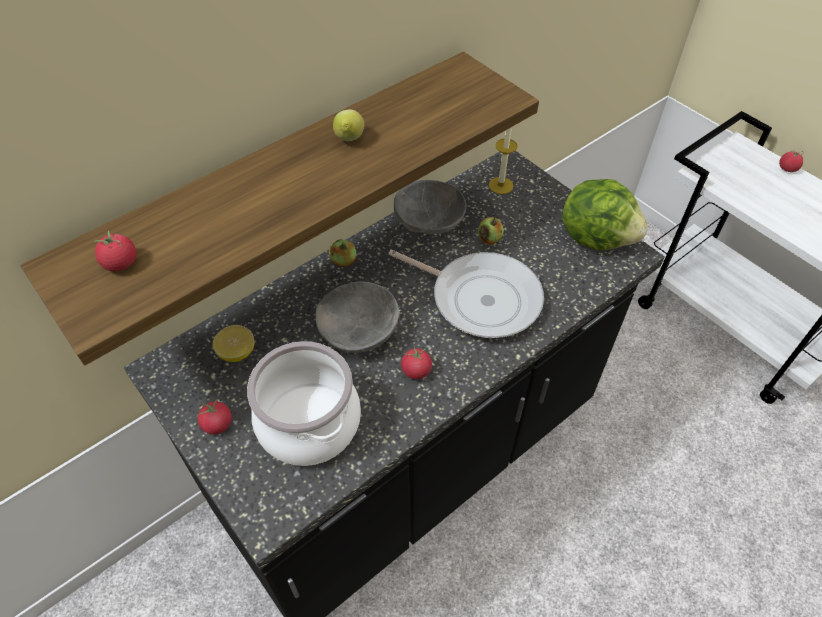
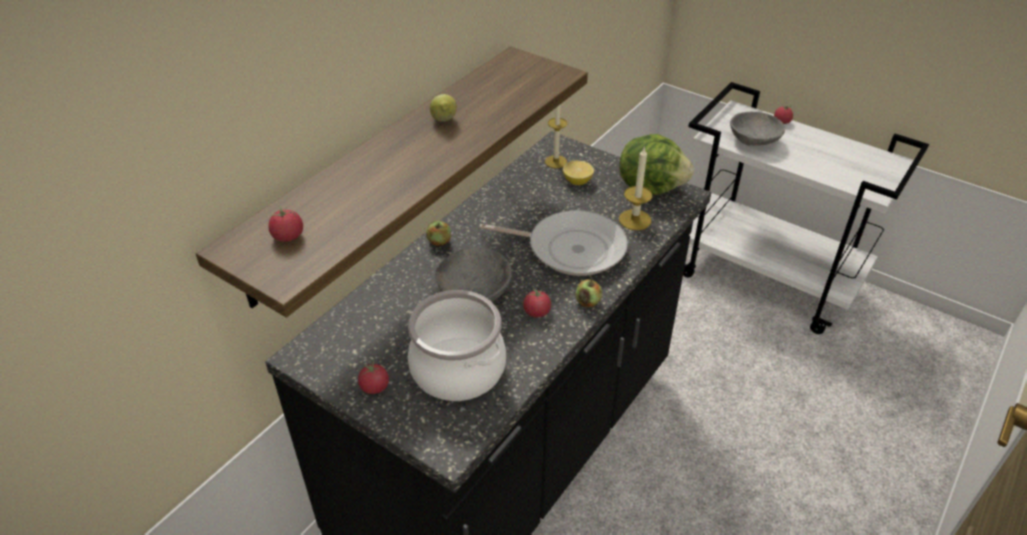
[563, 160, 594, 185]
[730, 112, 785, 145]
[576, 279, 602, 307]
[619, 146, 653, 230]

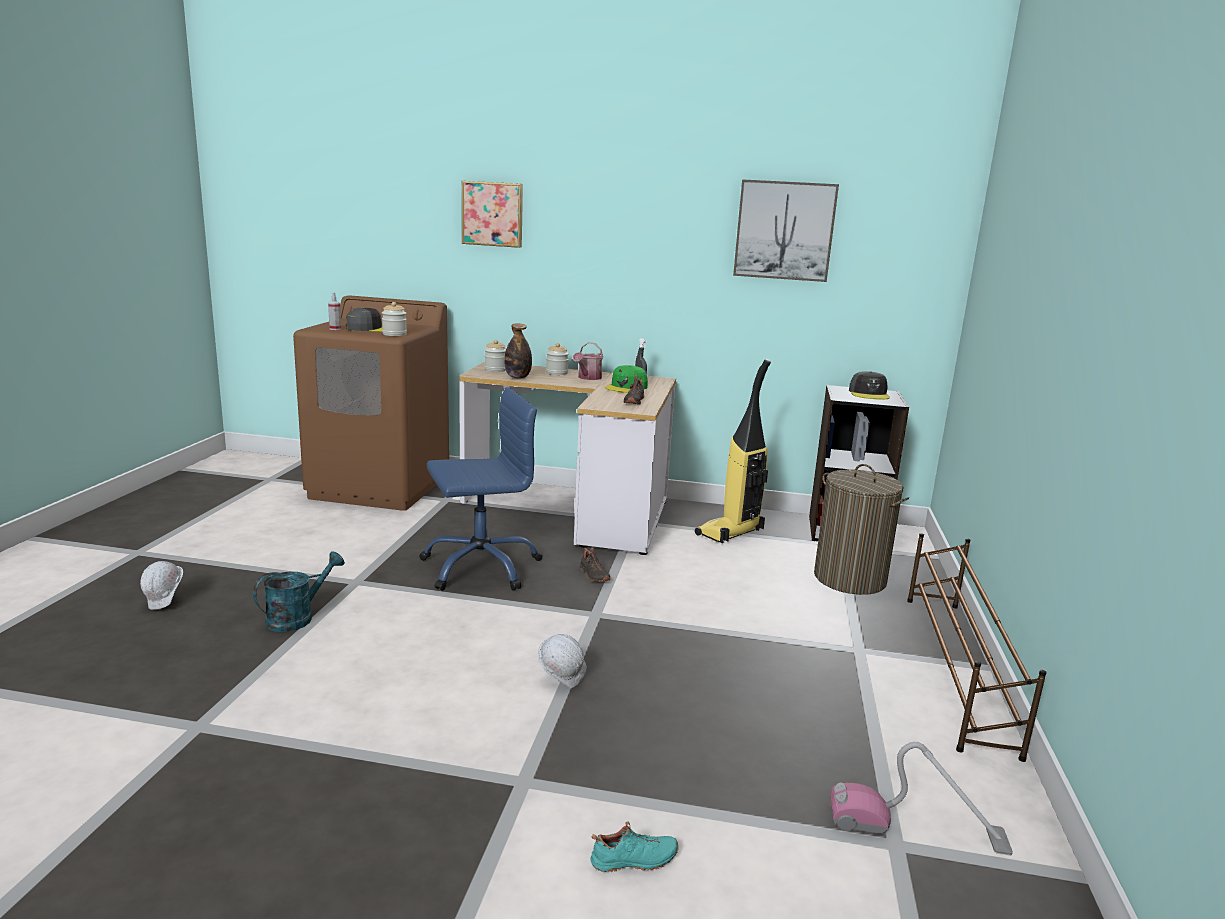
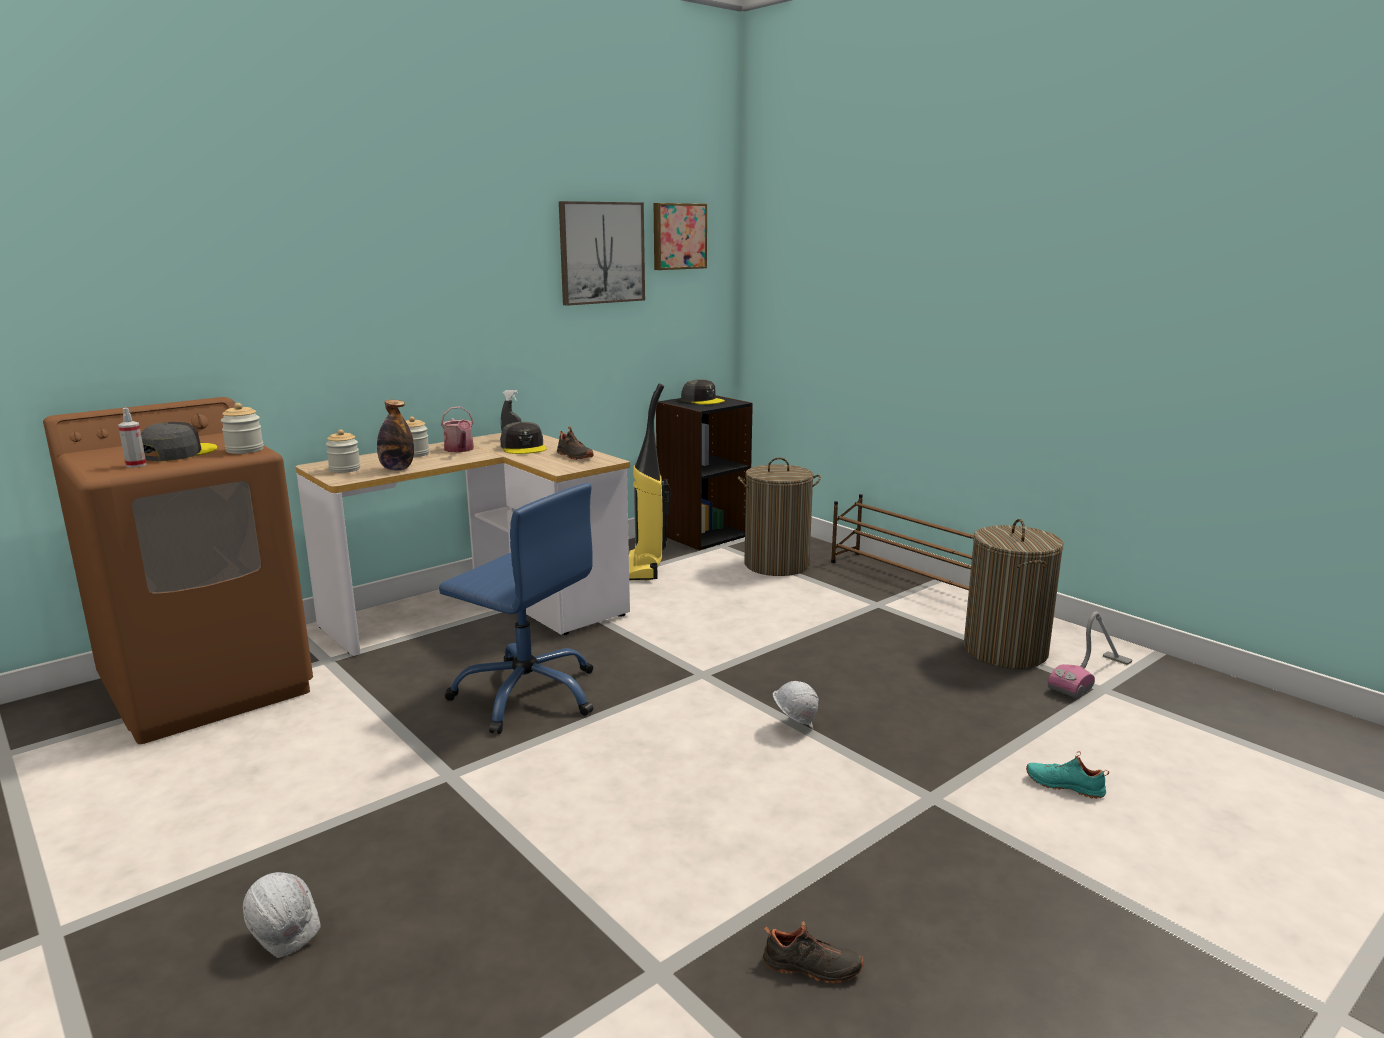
[253, 551, 345, 632] (first image)
[439, 483, 593, 734]
[654, 203, 707, 270]
[763, 921, 864, 983]
[1026, 751, 1109, 799]
[500, 422, 547, 454]
[964, 519, 1064, 669]

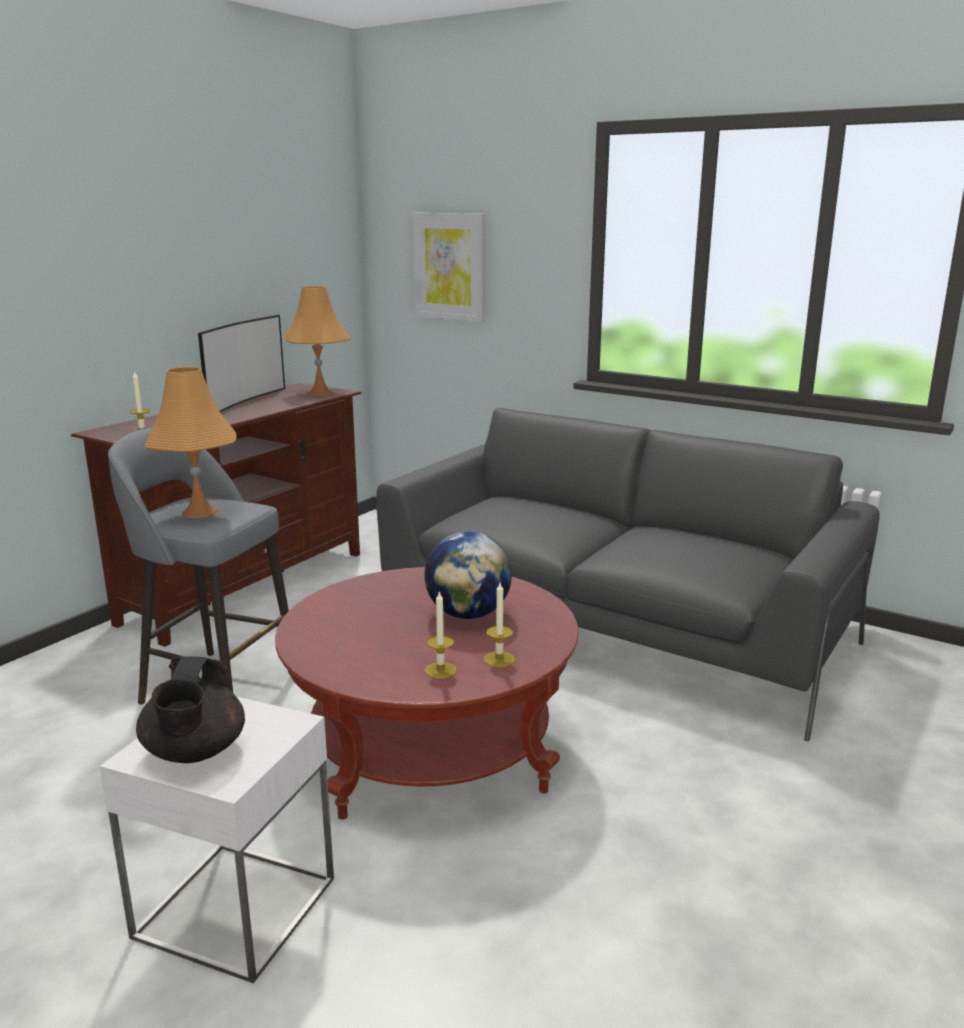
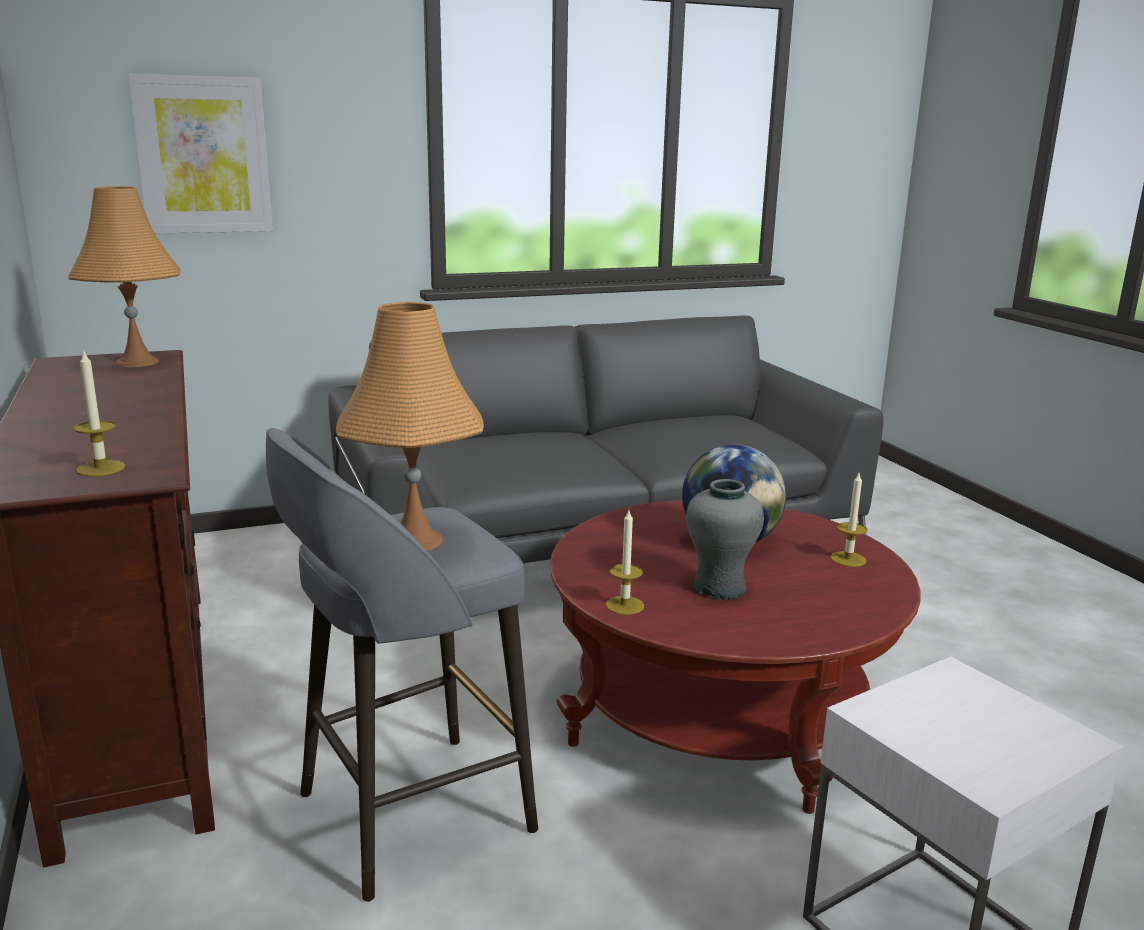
[136, 656, 245, 763] (first image)
[198, 315, 285, 412] (first image)
[606, 510, 644, 615]
[686, 479, 764, 600]

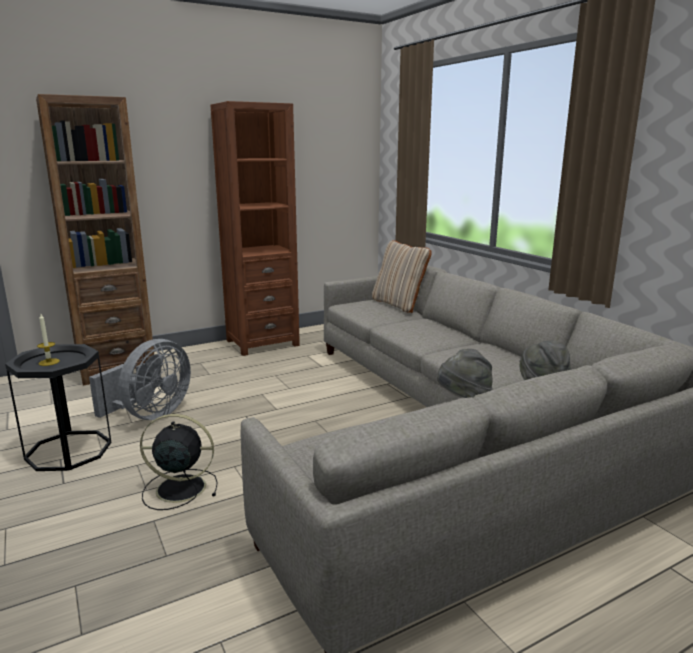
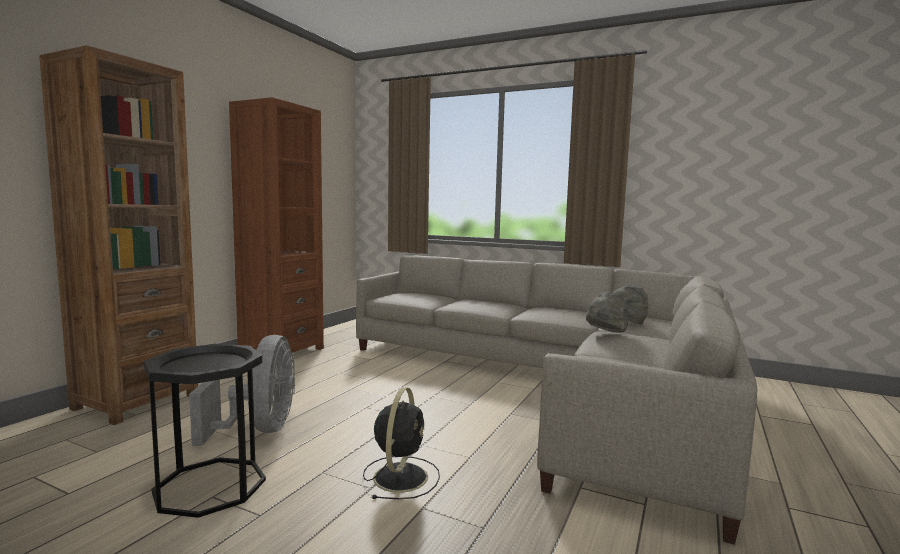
[37, 314, 60, 366] (first image)
[363, 387, 440, 499]
[372, 240, 432, 313] (first image)

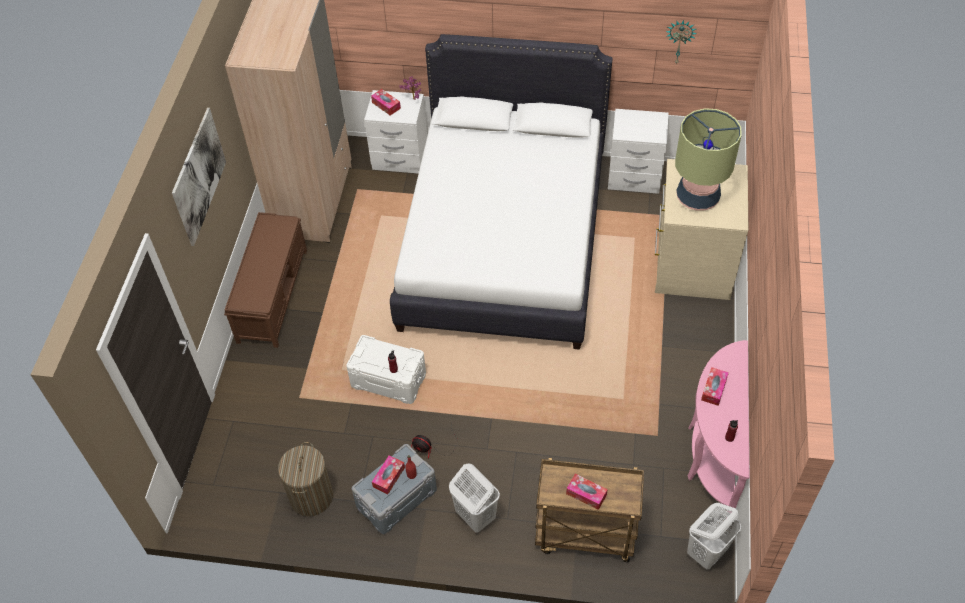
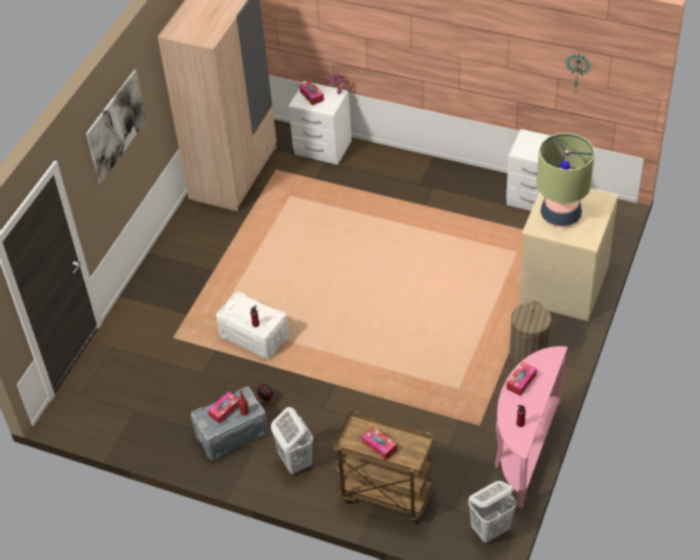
[224, 212, 307, 348] (first image)
[509, 301, 551, 365]
[390, 34, 613, 350] (first image)

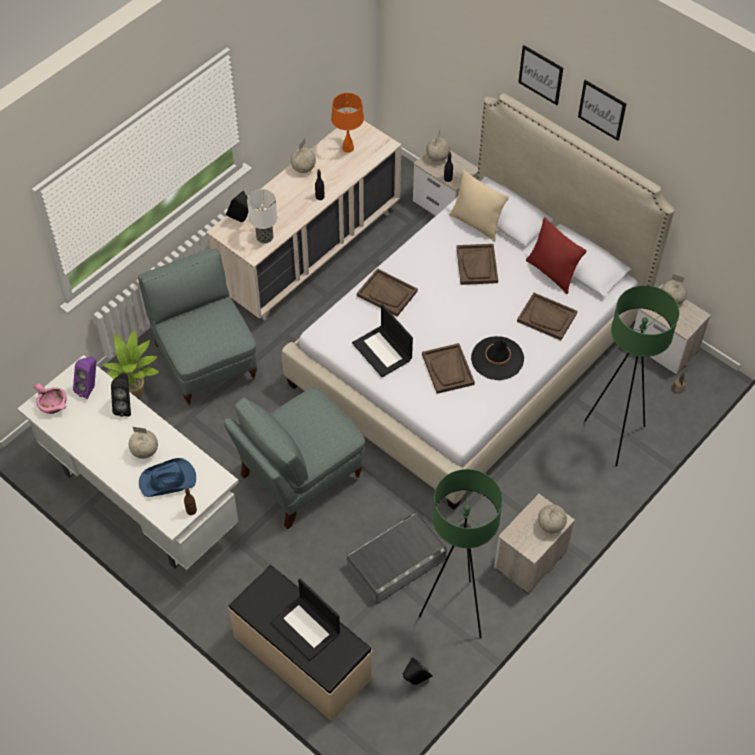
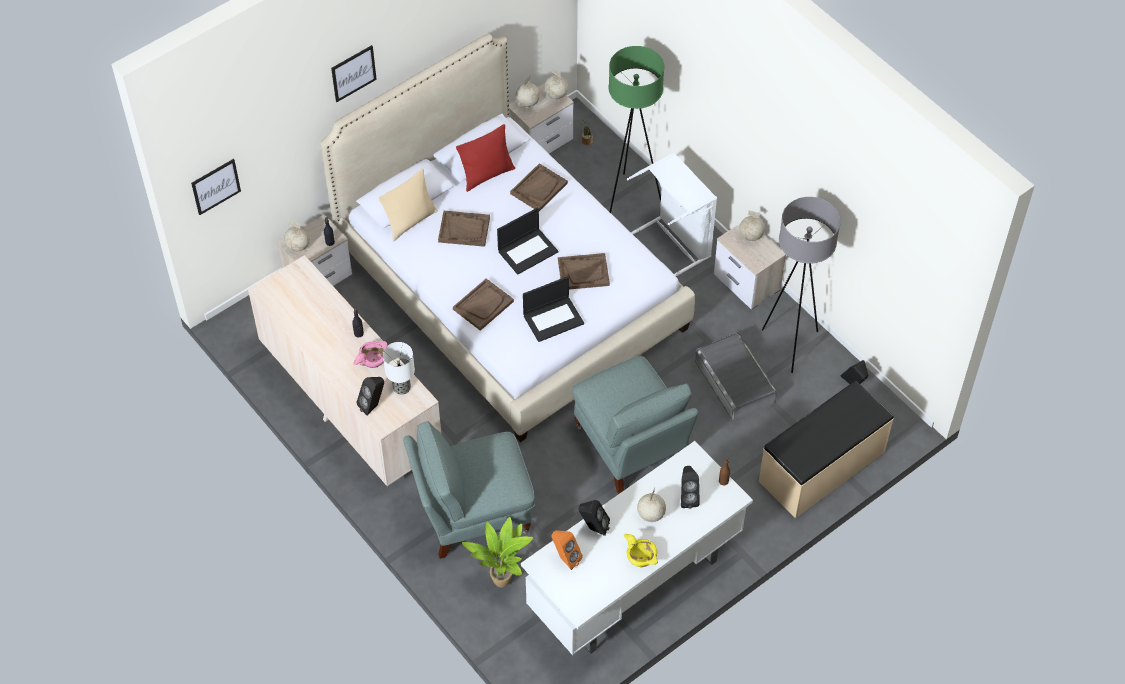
[353, 341, 387, 368]
[551, 530, 583, 570]
[681, 466, 700, 509]
[497, 207, 558, 275]
[544, 67, 568, 99]
[331, 93, 364, 153] (first image)
[762, 197, 841, 373]
[471, 336, 524, 380] (first image)
[191, 159, 241, 215]
[624, 534, 658, 567]
[627, 152, 717, 276]

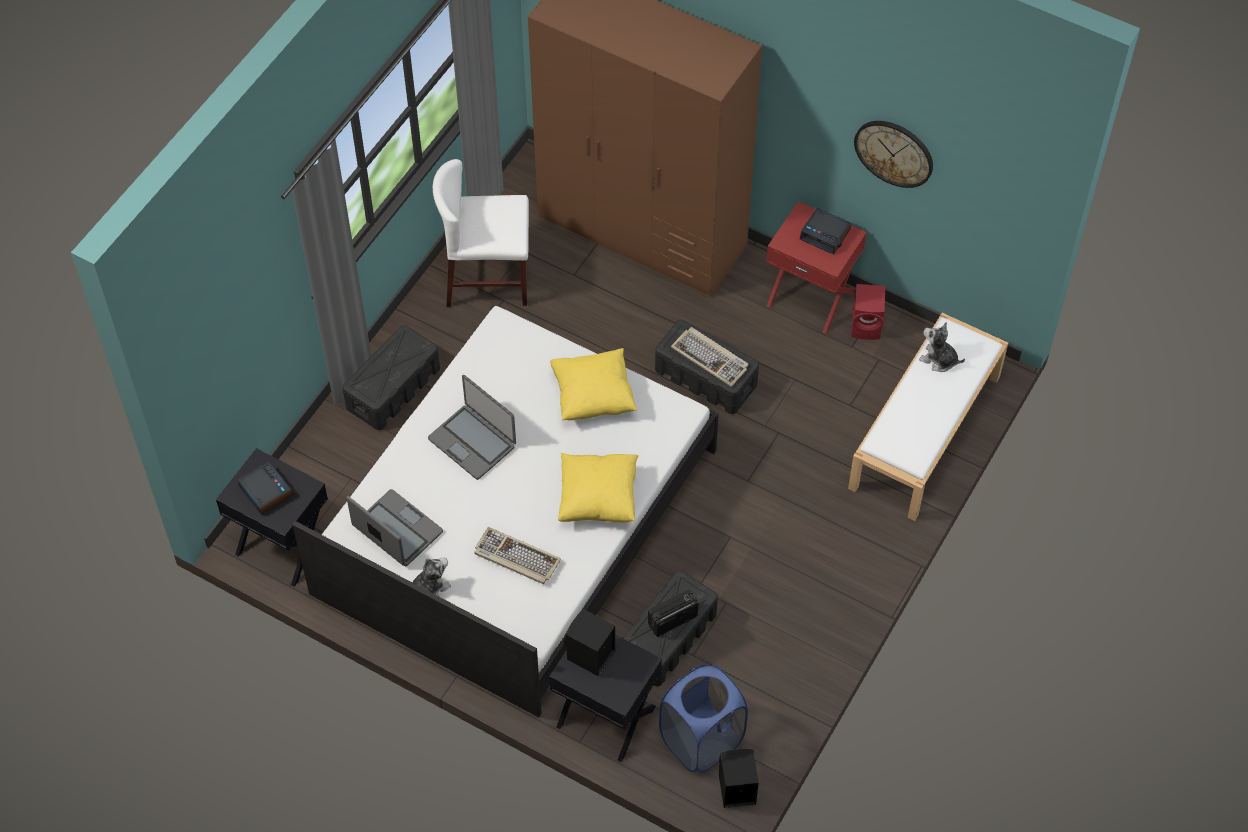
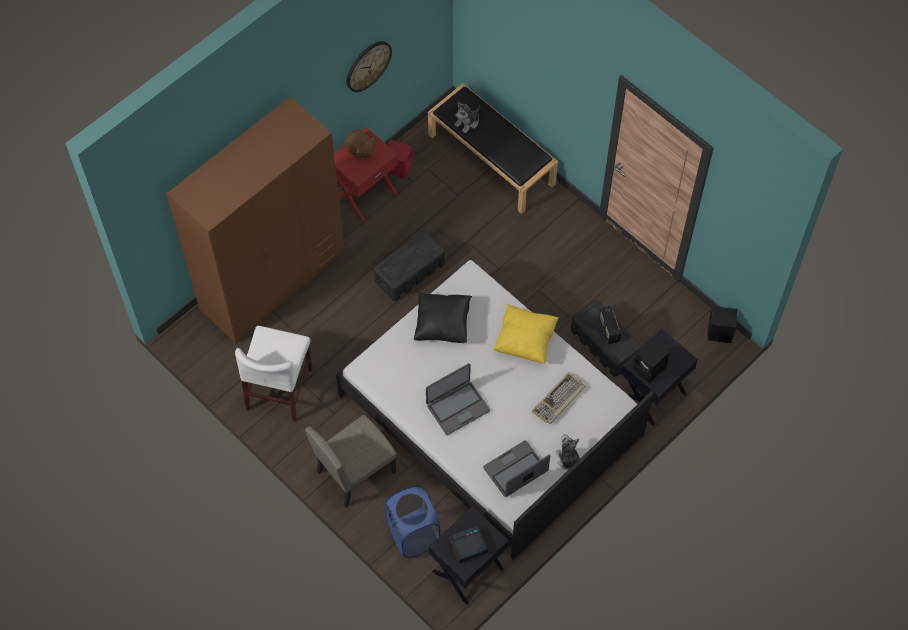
[305, 415, 397, 507]
[414, 292, 472, 343]
[385, 486, 440, 558]
[671, 327, 748, 387] (first image)
[344, 129, 375, 161]
[428, 83, 558, 214]

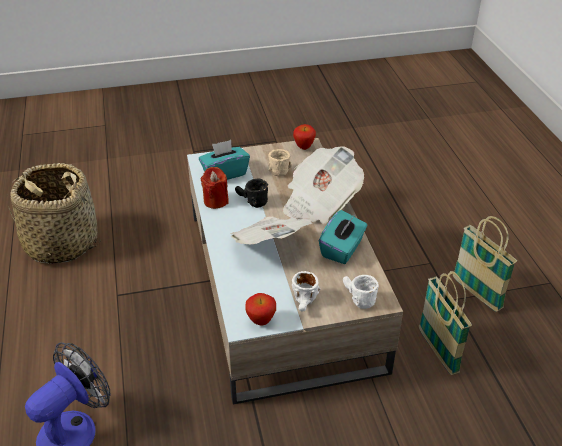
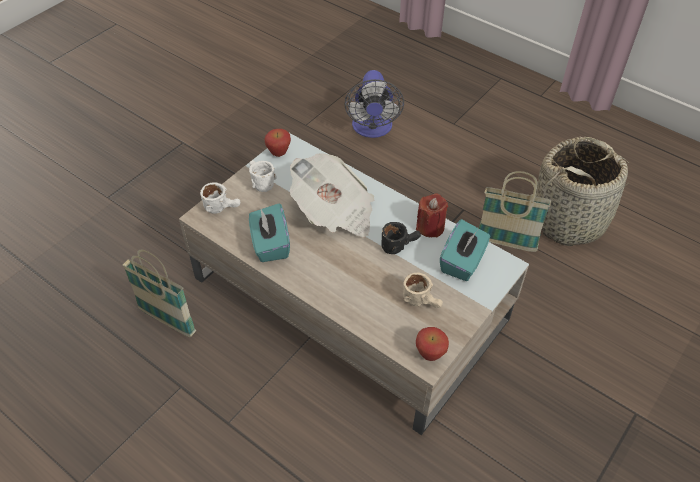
[283, 146, 364, 224] (first image)
[479, 171, 551, 252]

